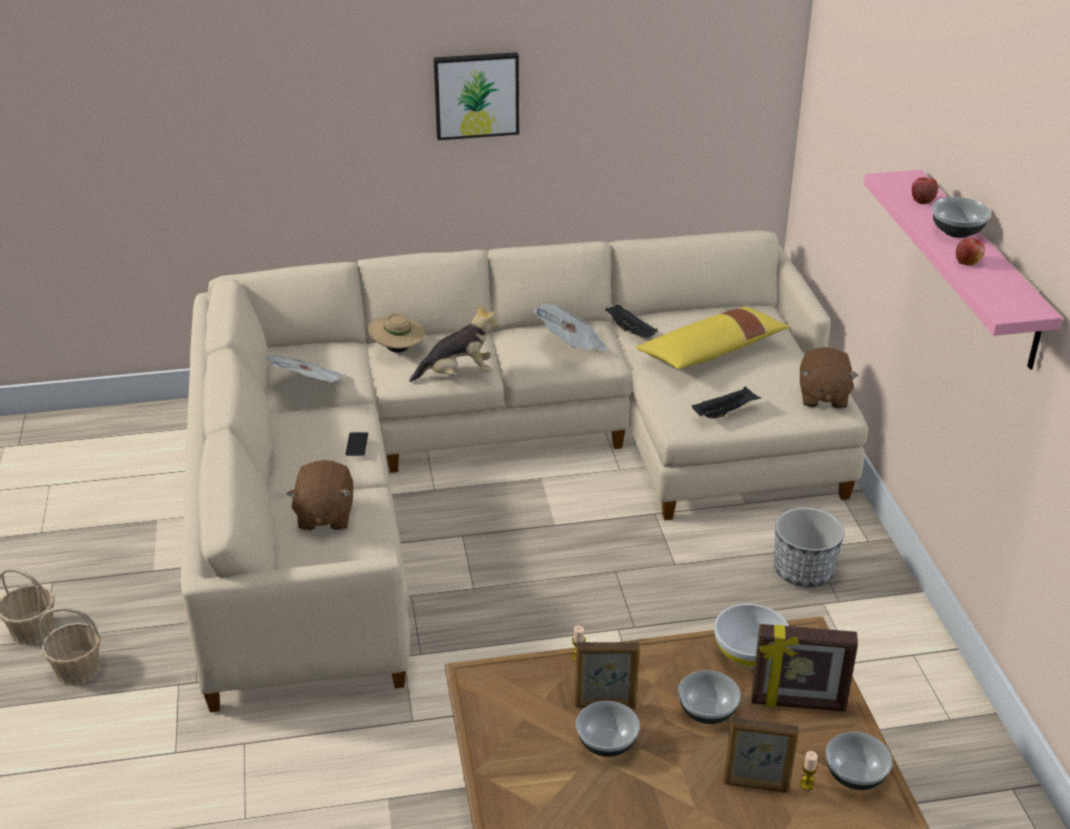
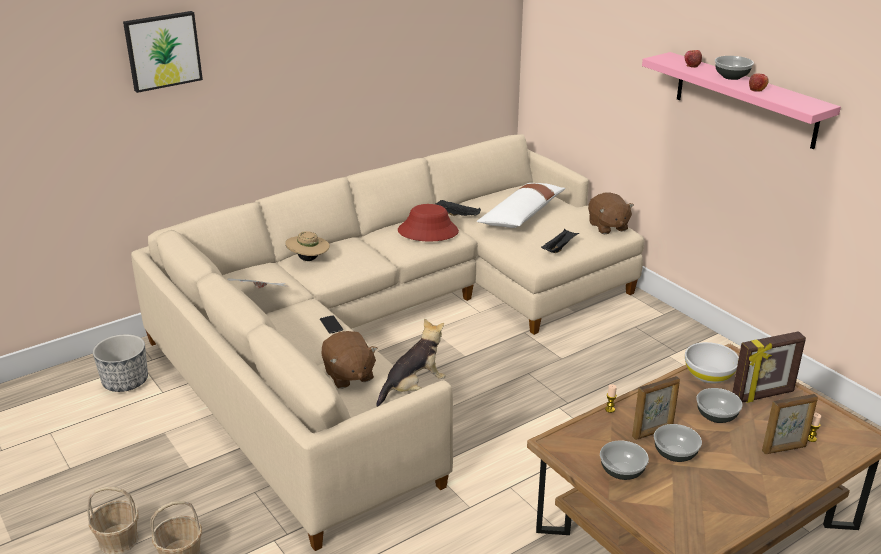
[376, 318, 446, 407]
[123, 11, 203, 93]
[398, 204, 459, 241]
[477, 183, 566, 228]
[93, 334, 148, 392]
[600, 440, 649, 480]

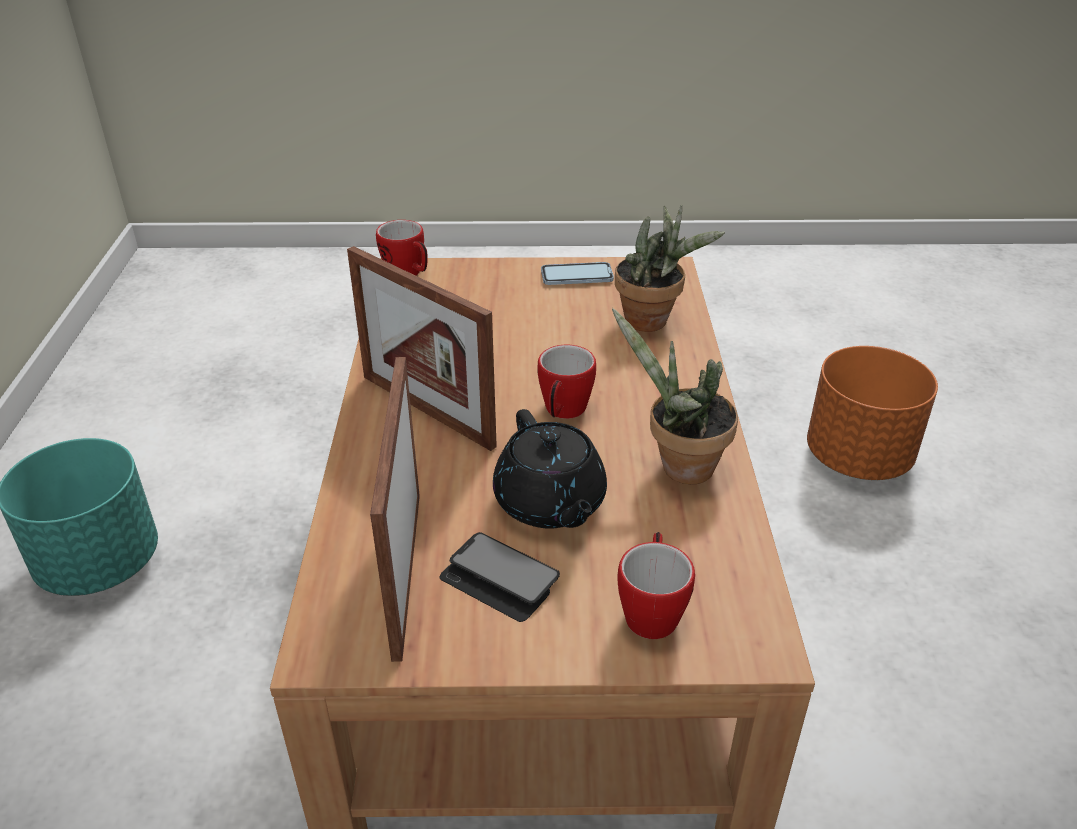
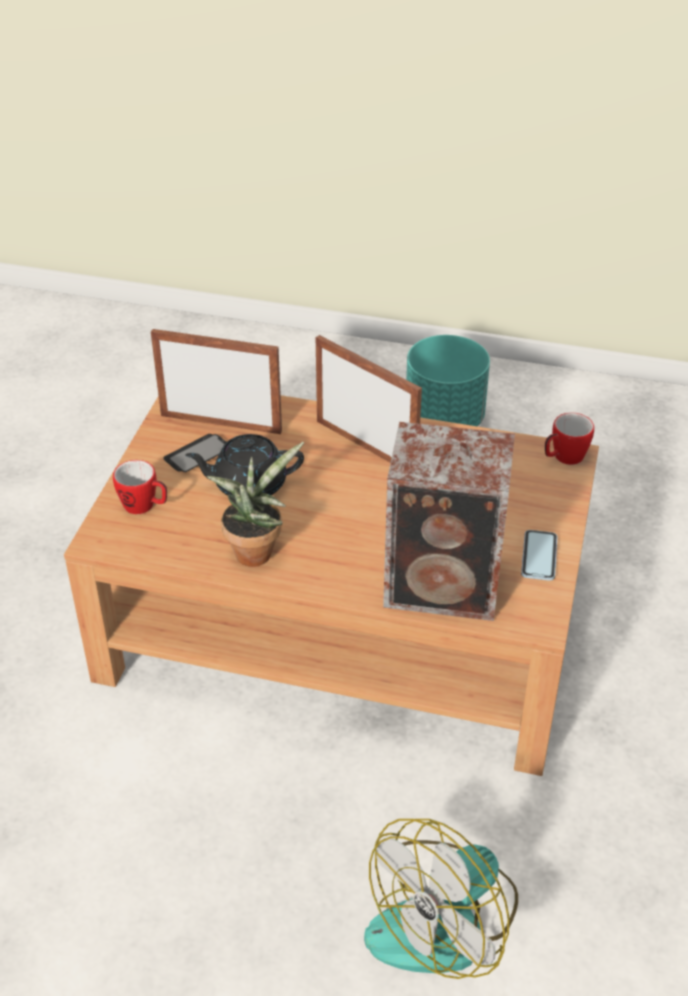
[316, 335, 422, 463]
[538, 345, 596, 419] (first image)
[383, 422, 515, 621]
[364, 819, 518, 979]

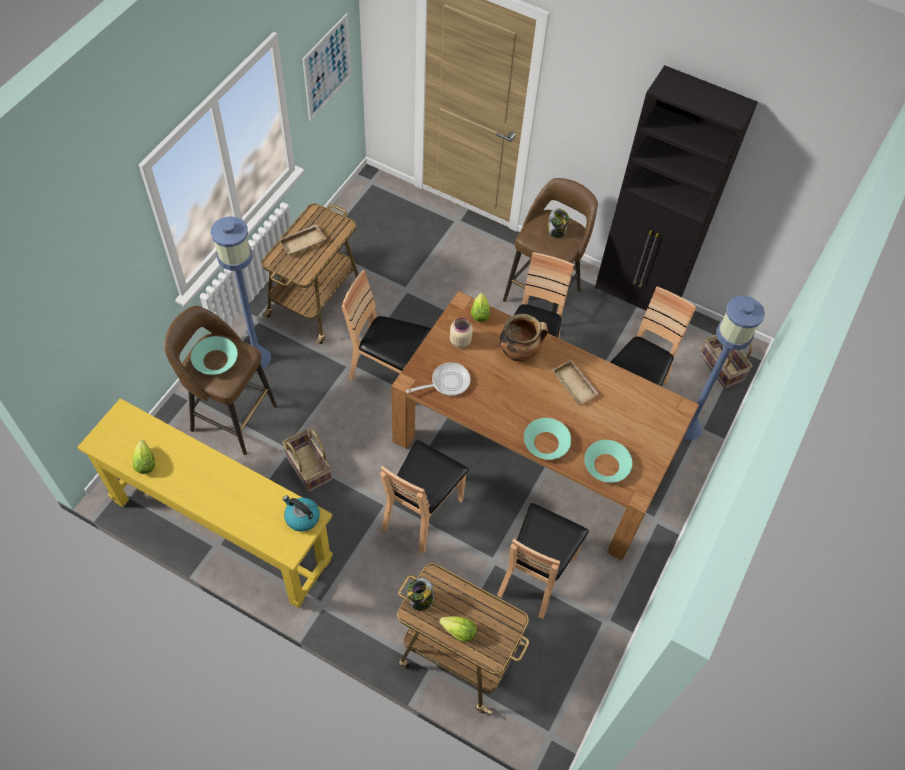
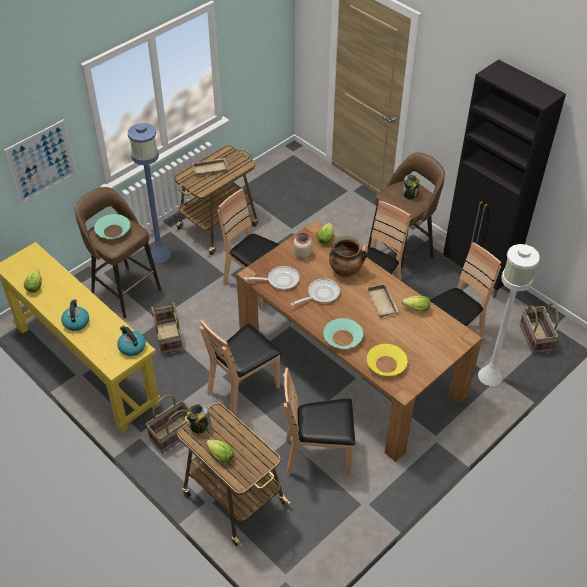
[4, 119, 77, 204]
[283, 368, 355, 476]
[367, 344, 408, 376]
[478, 244, 540, 386]
[61, 299, 89, 331]
[146, 395, 189, 453]
[291, 279, 340, 306]
[402, 296, 431, 312]

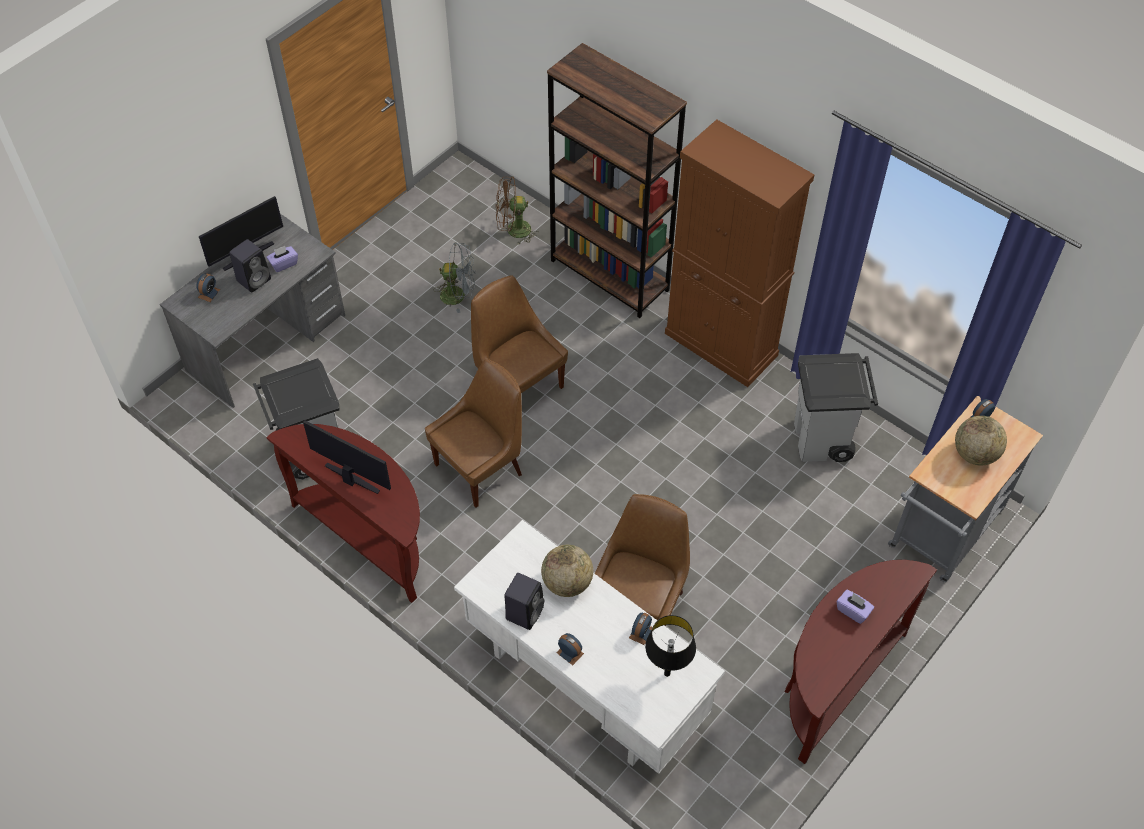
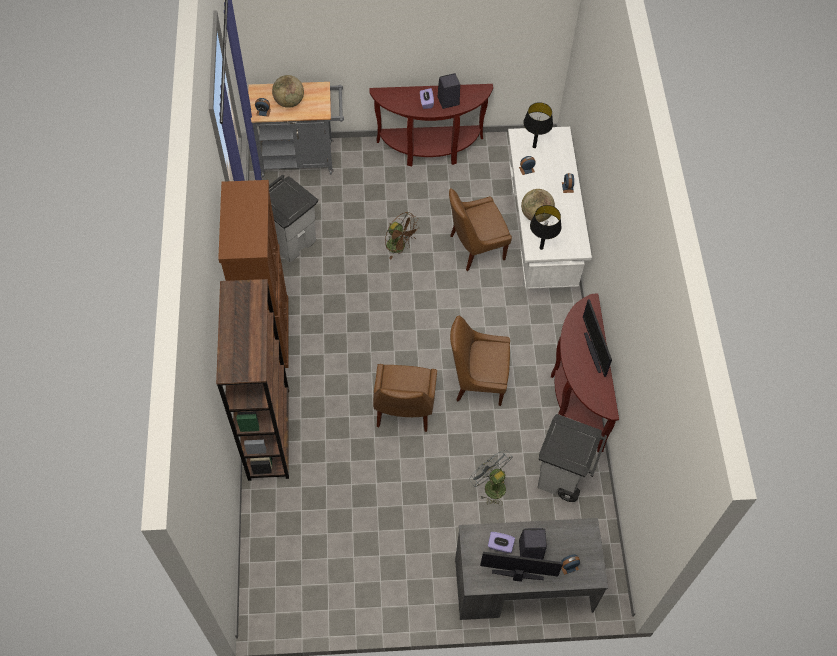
[469, 450, 513, 505]
[385, 212, 420, 259]
[438, 73, 460, 109]
[530, 205, 562, 250]

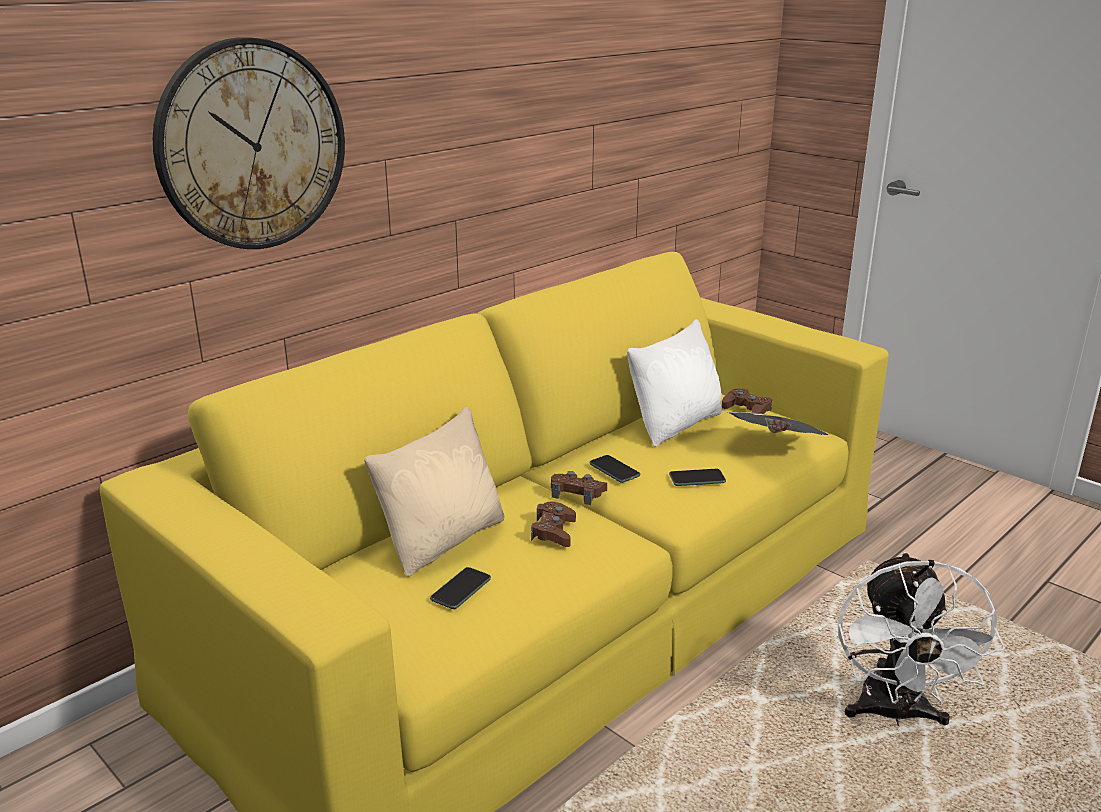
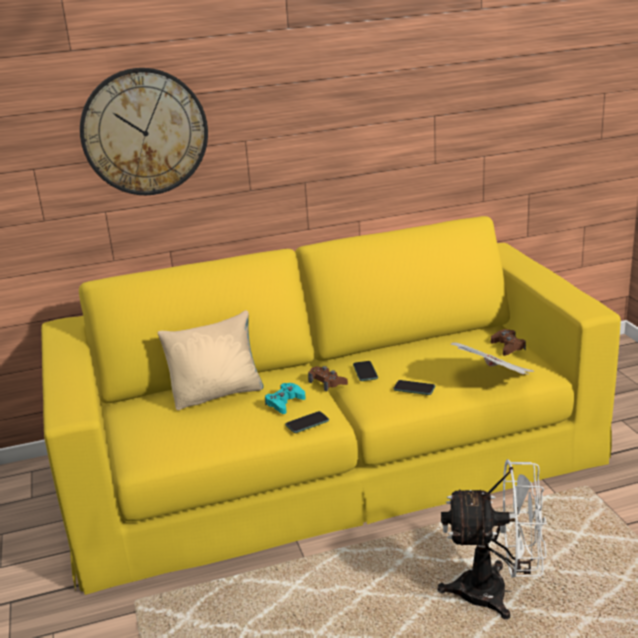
[285, 411, 329, 433]
[265, 383, 306, 414]
[627, 319, 722, 447] (first image)
[437, 459, 547, 619]

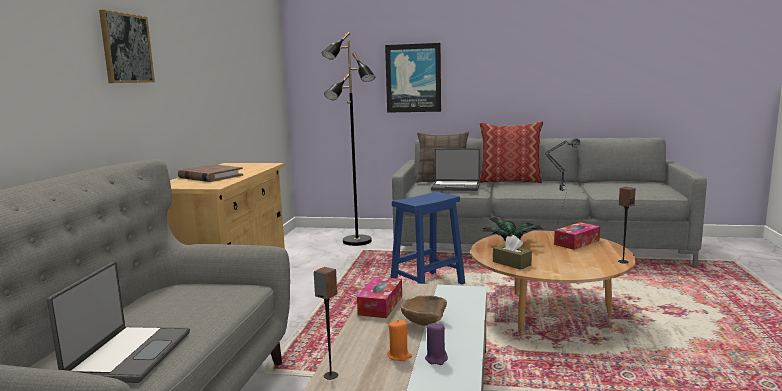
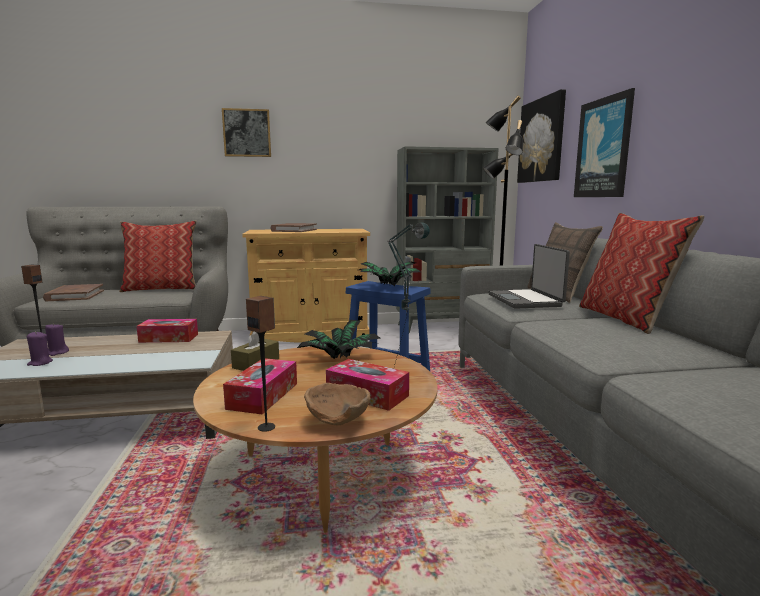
[43, 284, 104, 301]
[45, 323, 69, 356]
[304, 383, 370, 426]
[119, 220, 196, 292]
[223, 358, 297, 414]
[359, 261, 421, 286]
[396, 146, 499, 333]
[517, 89, 566, 183]

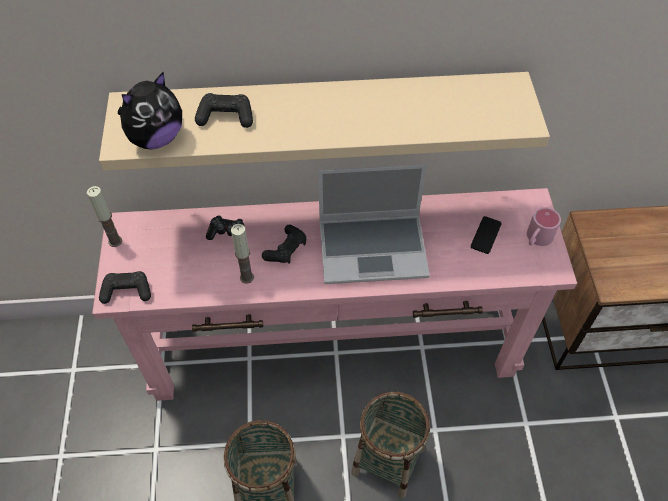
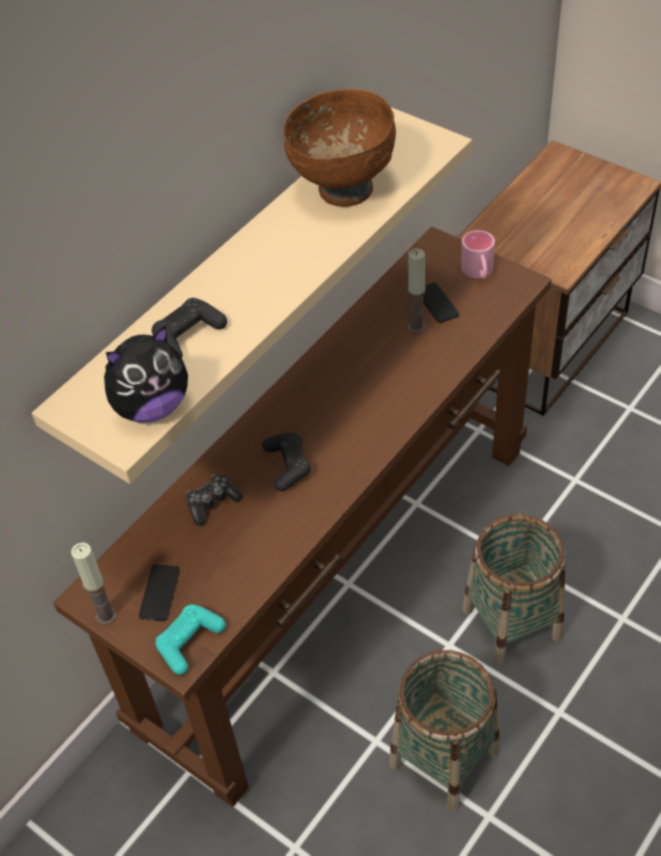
[53, 227, 552, 807]
[155, 604, 226, 675]
[104, 325, 188, 423]
[408, 248, 426, 333]
[318, 164, 430, 284] (first image)
[139, 564, 180, 621]
[283, 89, 396, 207]

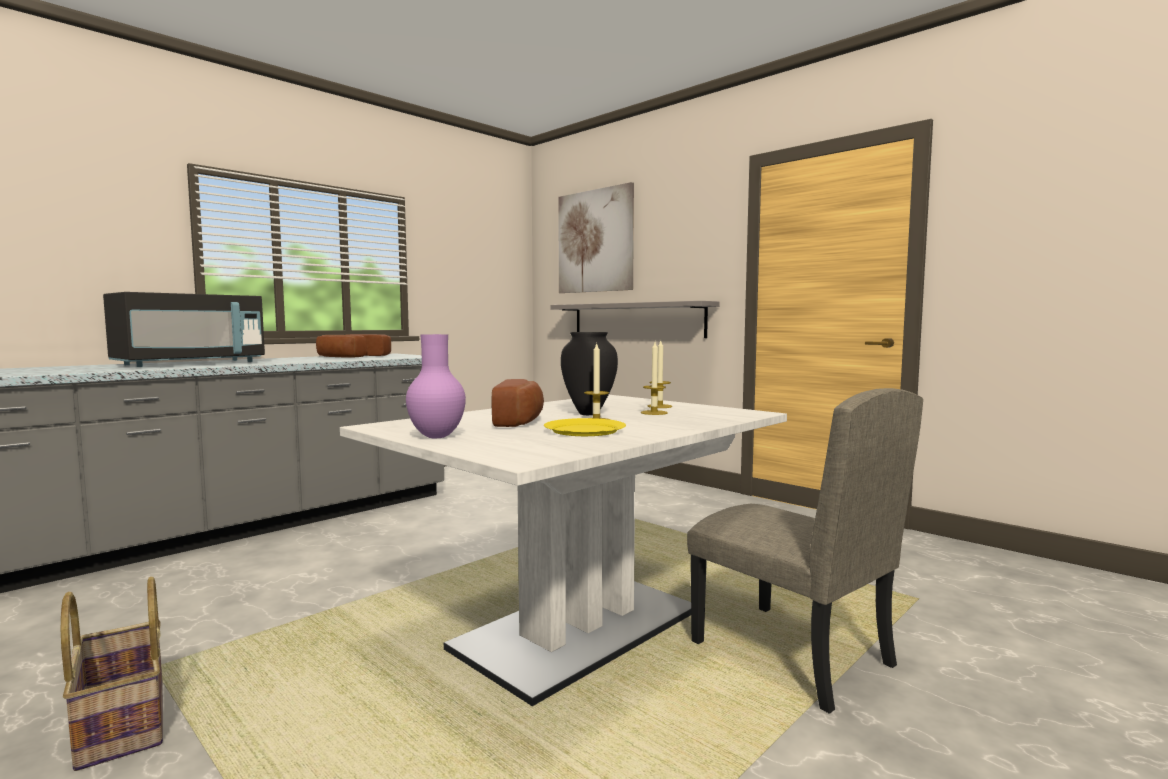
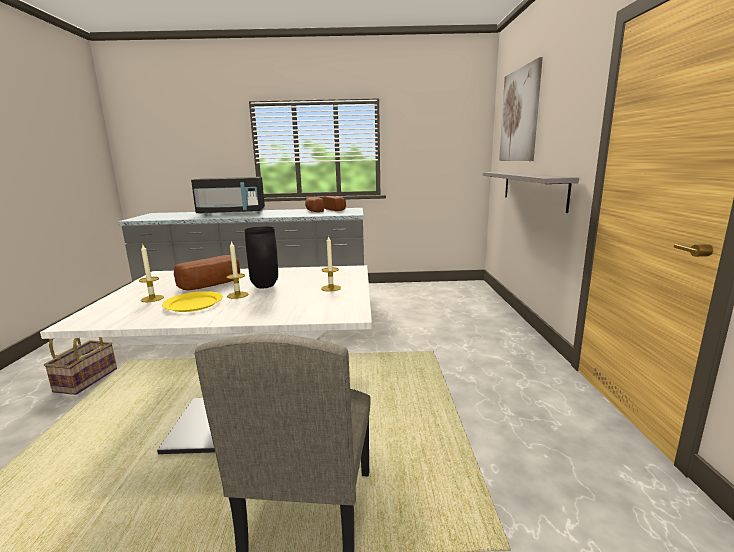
[406, 334, 466, 438] (first image)
[139, 245, 164, 302]

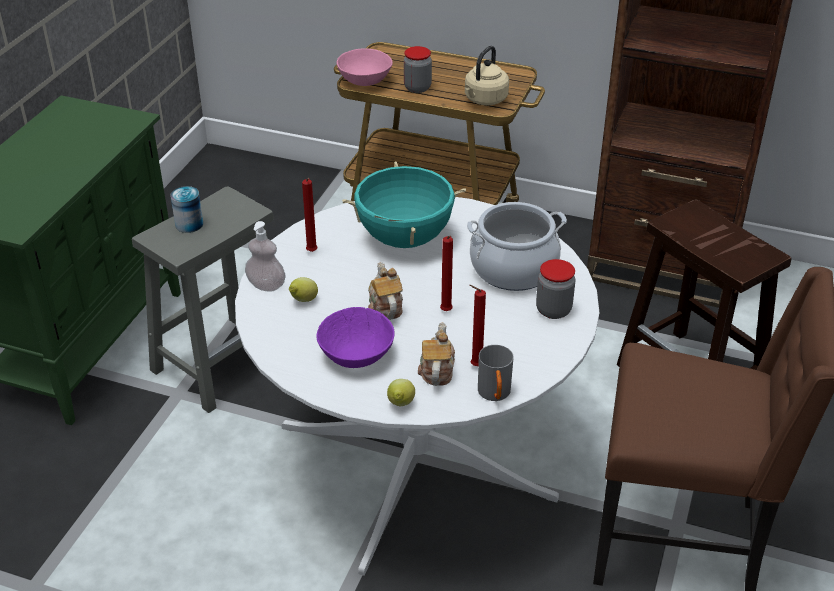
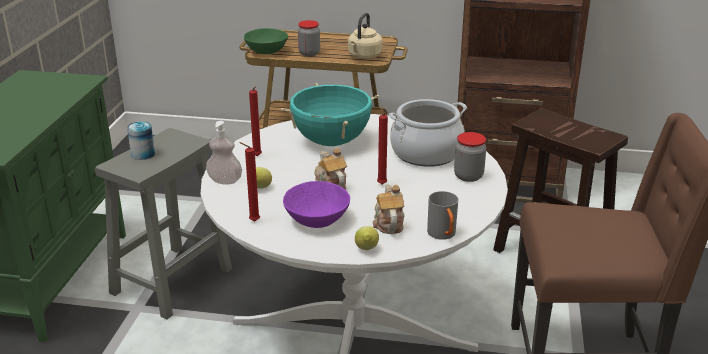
[244, 28, 288, 54]
[239, 142, 260, 221]

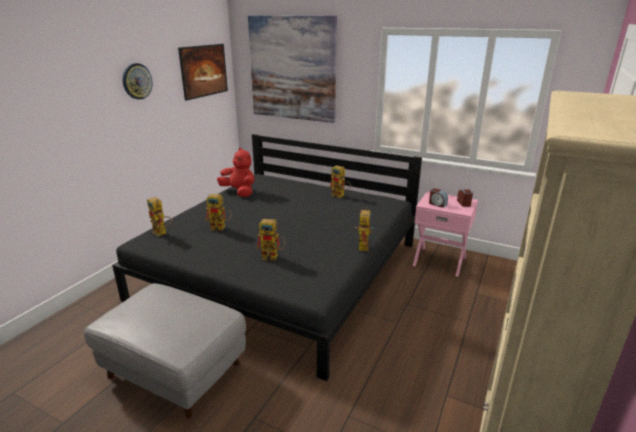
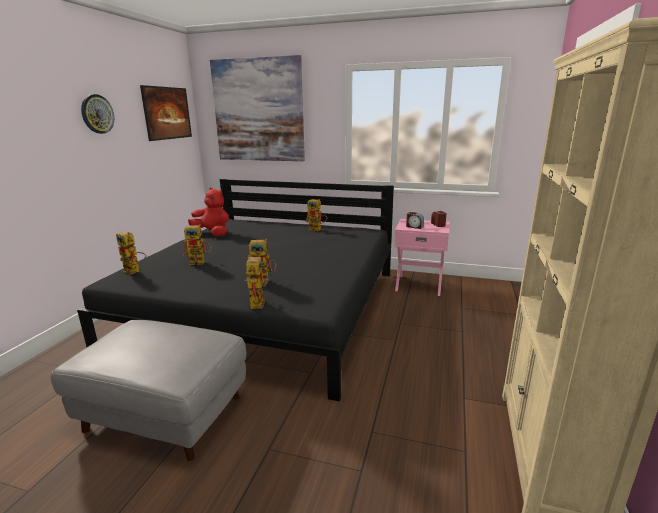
[245, 253, 268, 309]

